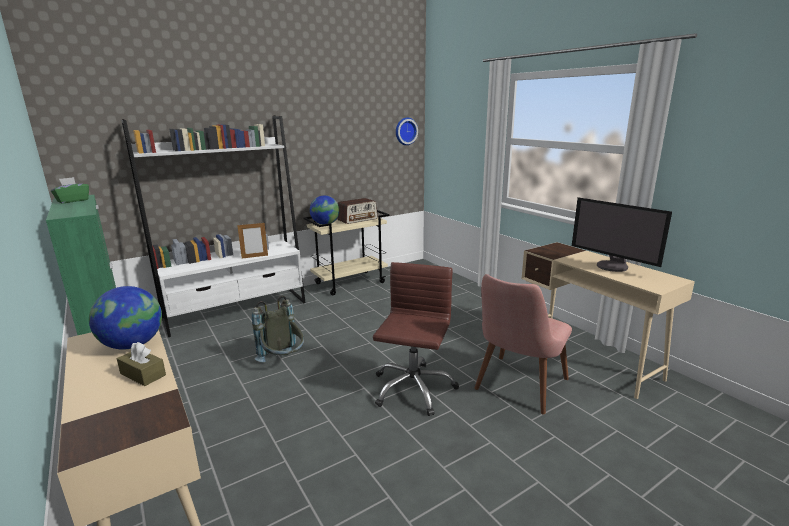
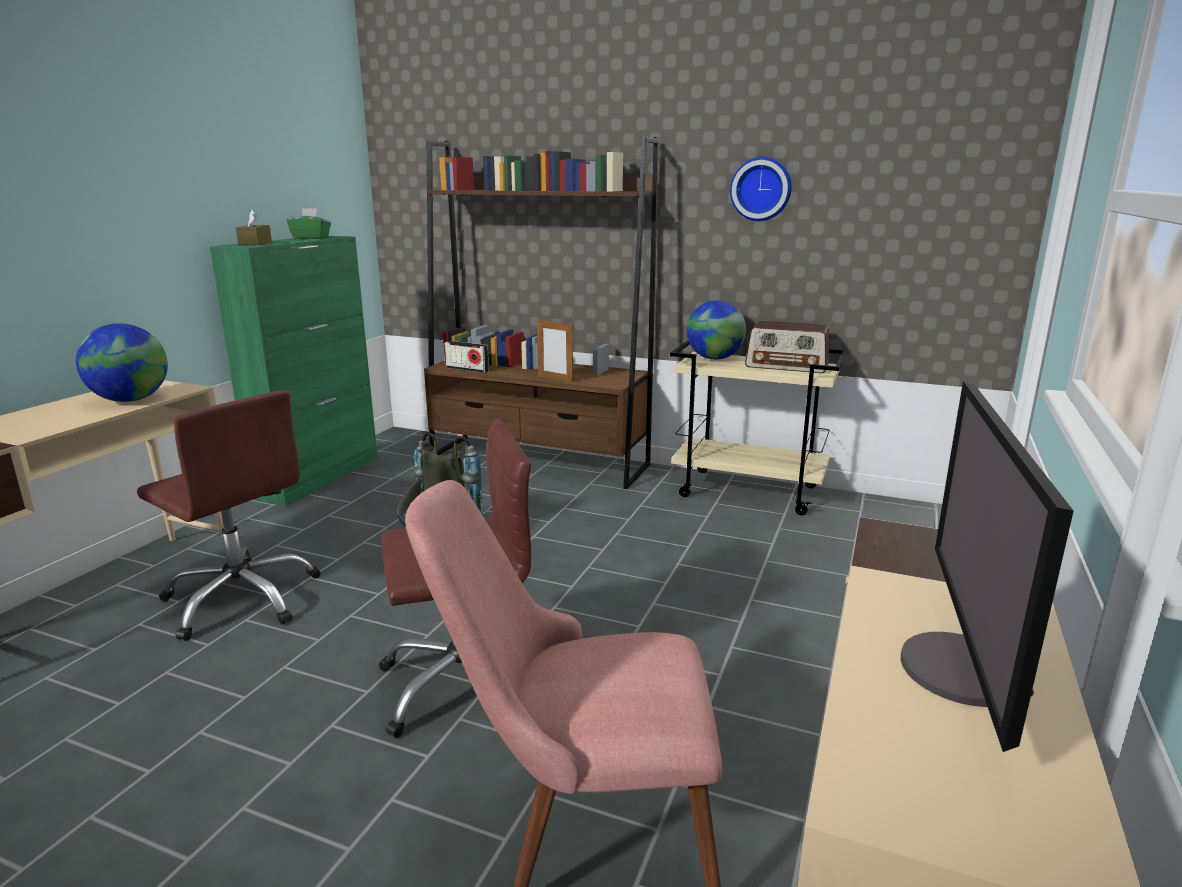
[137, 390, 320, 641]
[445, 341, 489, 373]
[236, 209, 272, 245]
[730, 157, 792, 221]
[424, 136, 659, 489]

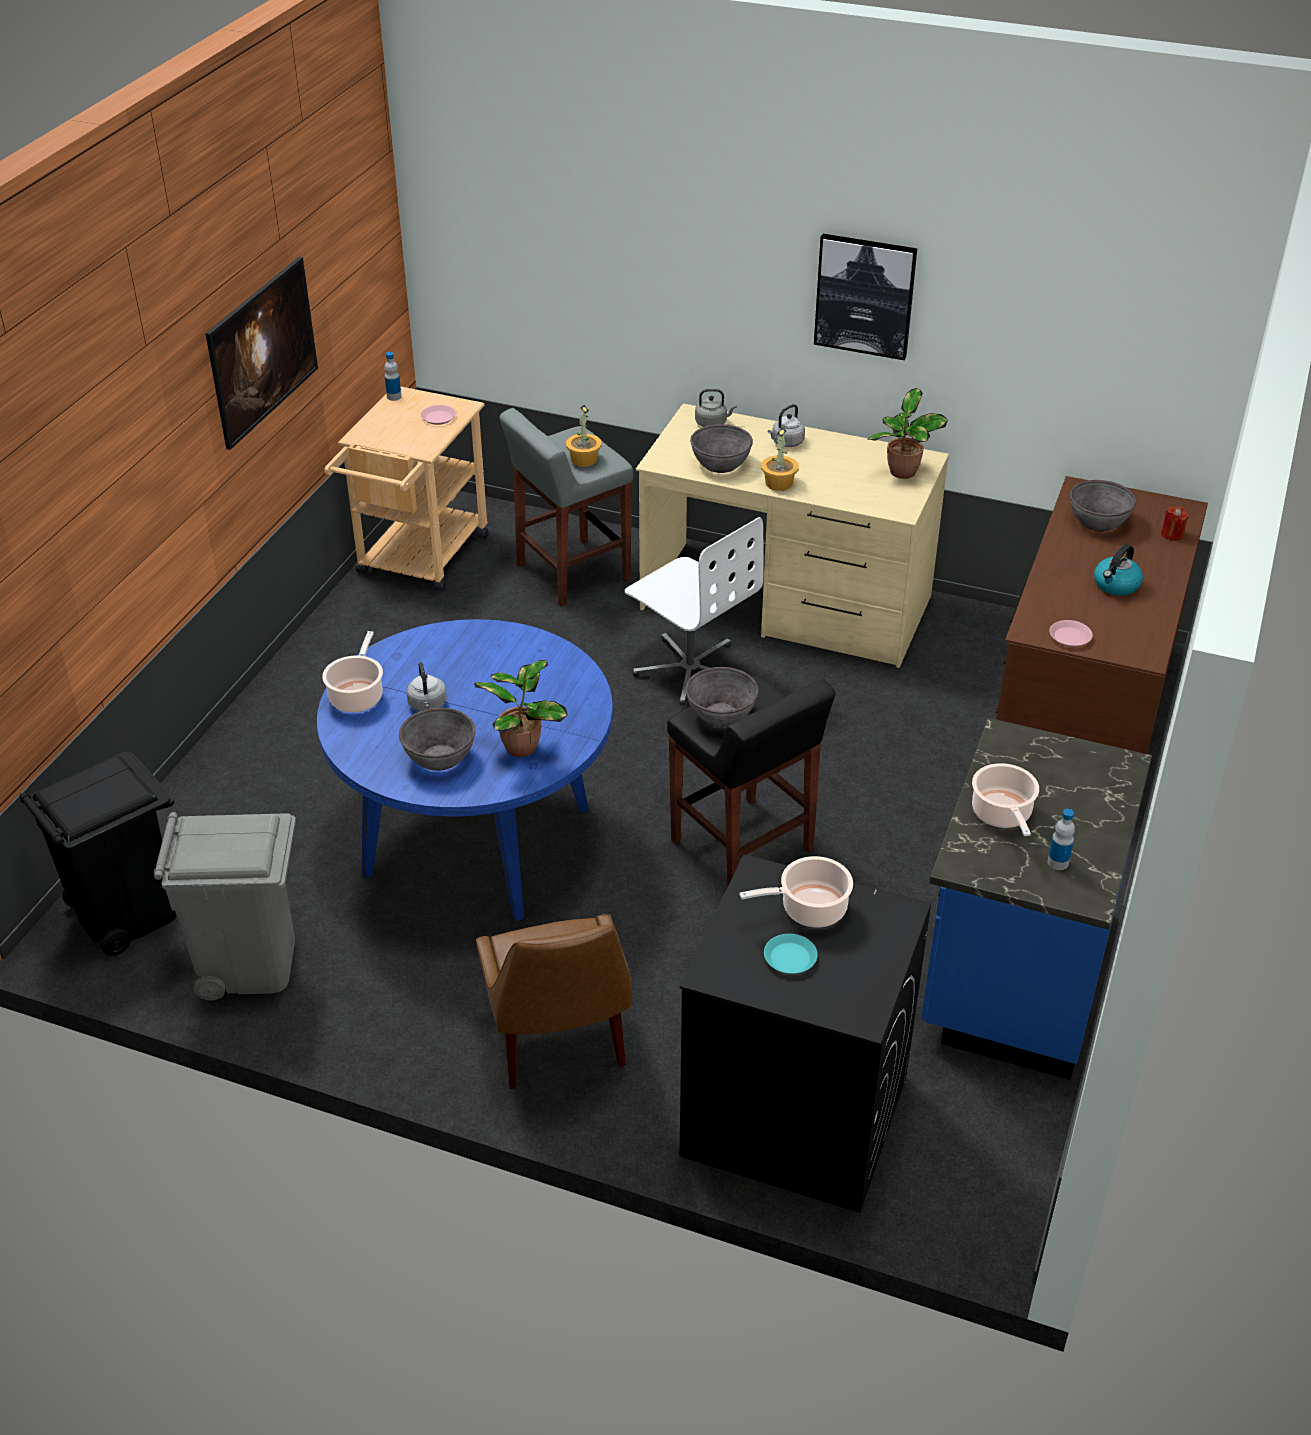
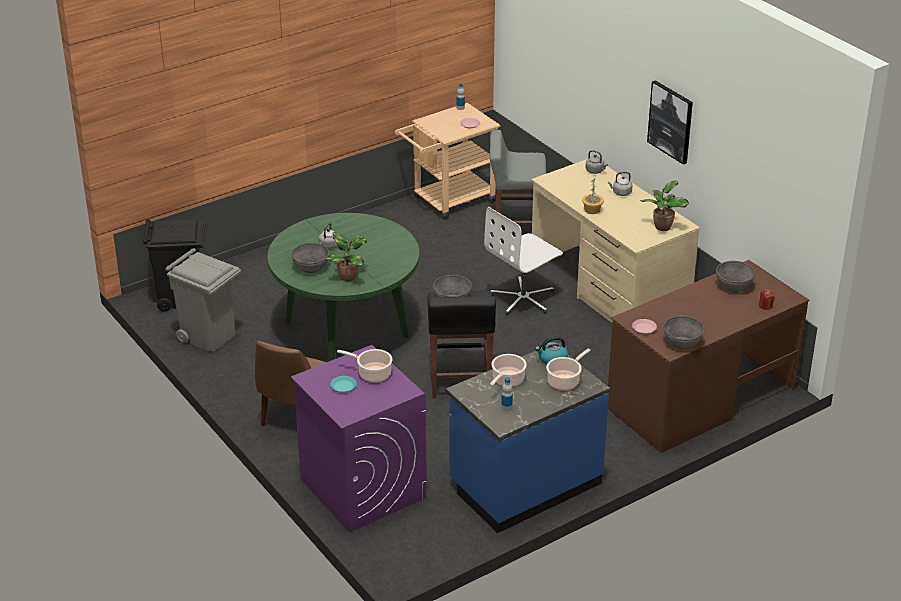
[205, 257, 318, 450] (first image)
[566, 405, 602, 467] (first image)
[546, 349, 591, 390]
[663, 316, 705, 349]
[535, 336, 568, 365]
[267, 213, 419, 361]
[291, 345, 427, 533]
[484, 207, 563, 315]

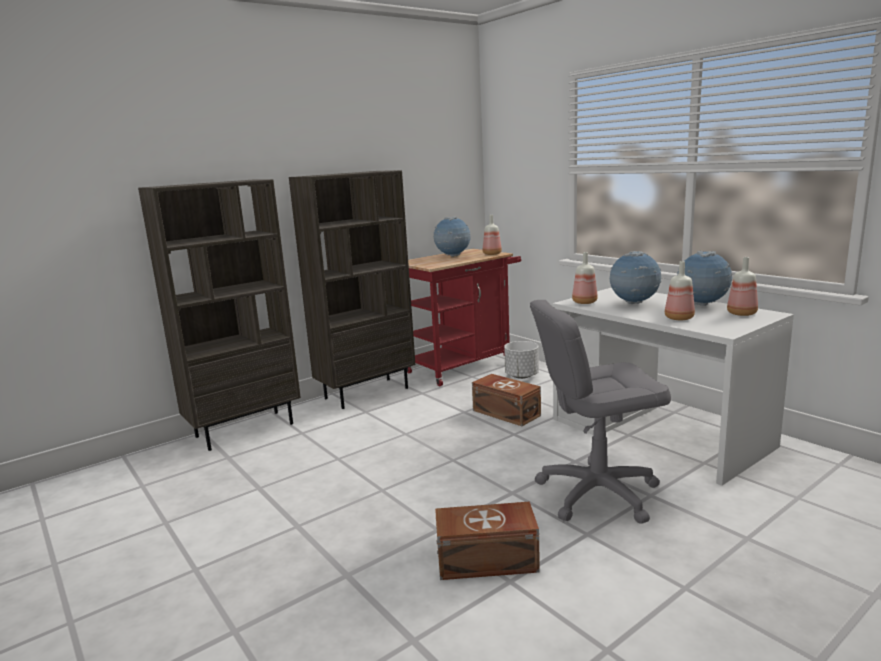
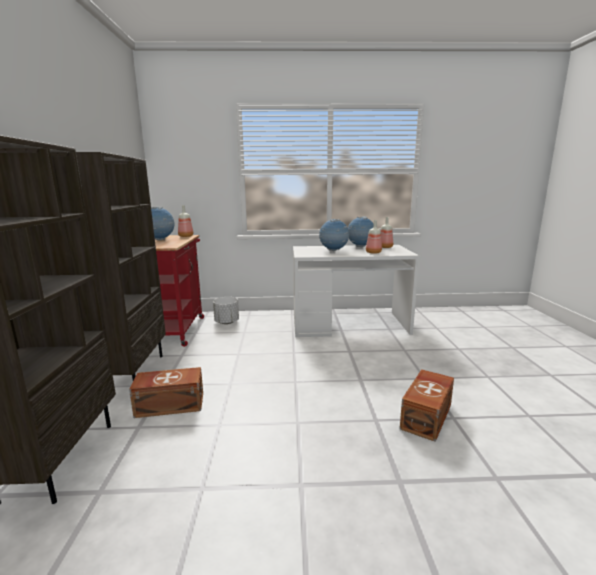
[530, 300, 671, 524] (first image)
[572, 252, 598, 304] (first image)
[129, 367, 203, 418]

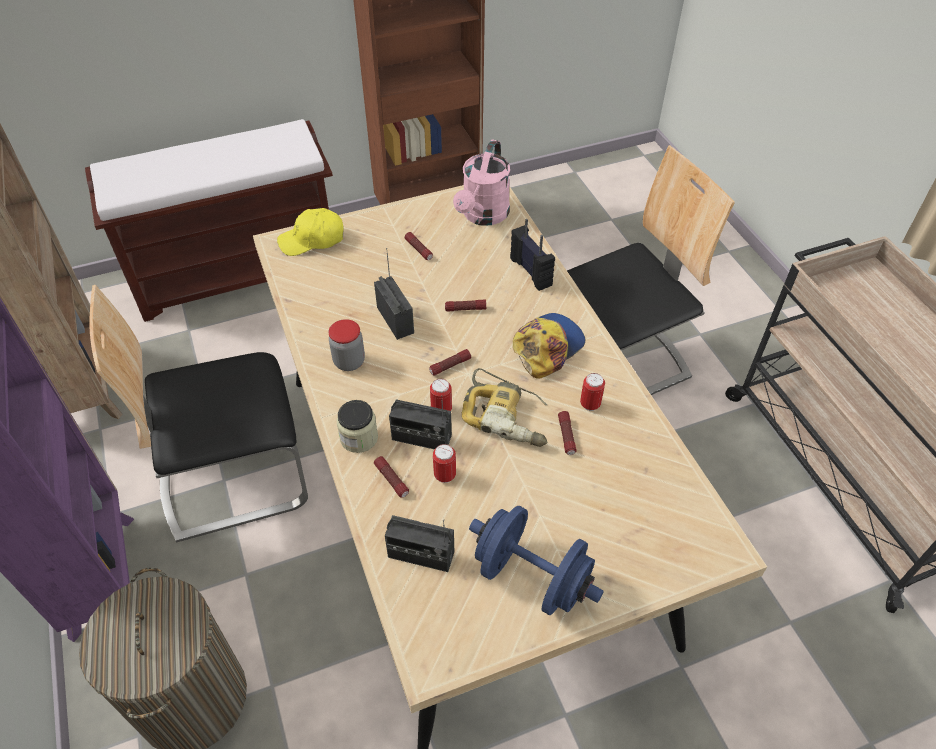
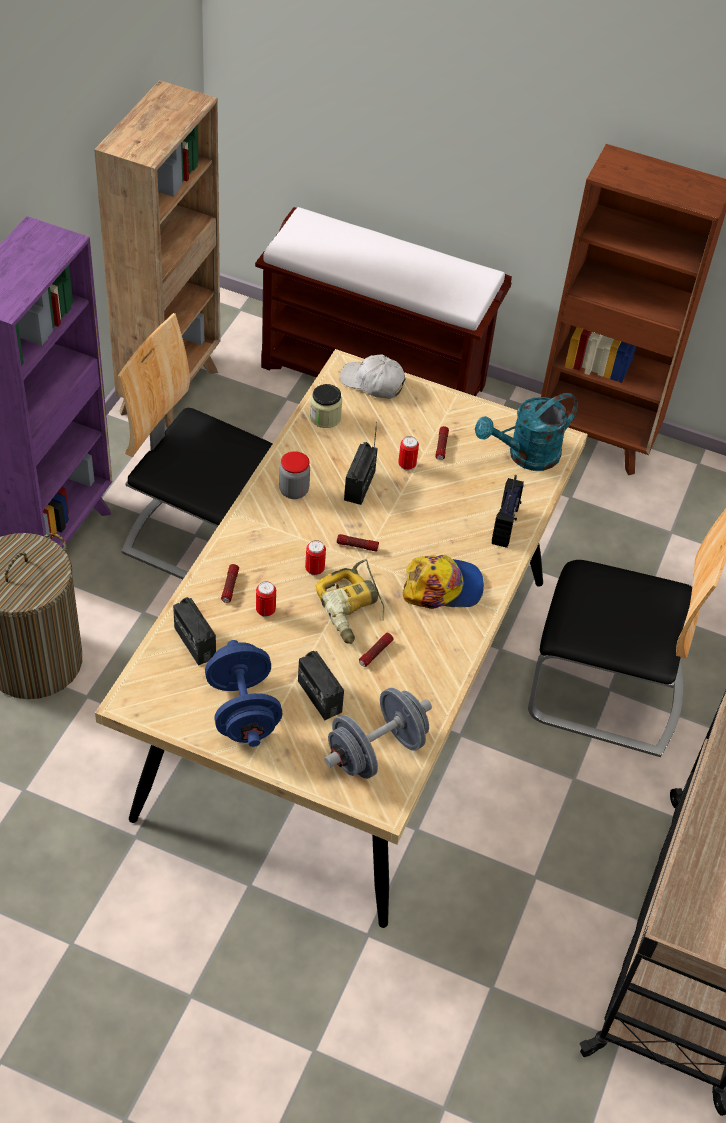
[445, 299, 486, 312] (first image)
[324, 687, 432, 779]
[310, 384, 342, 428]
[298, 651, 344, 720]
[398, 436, 419, 471]
[340, 355, 406, 398]
[475, 393, 578, 471]

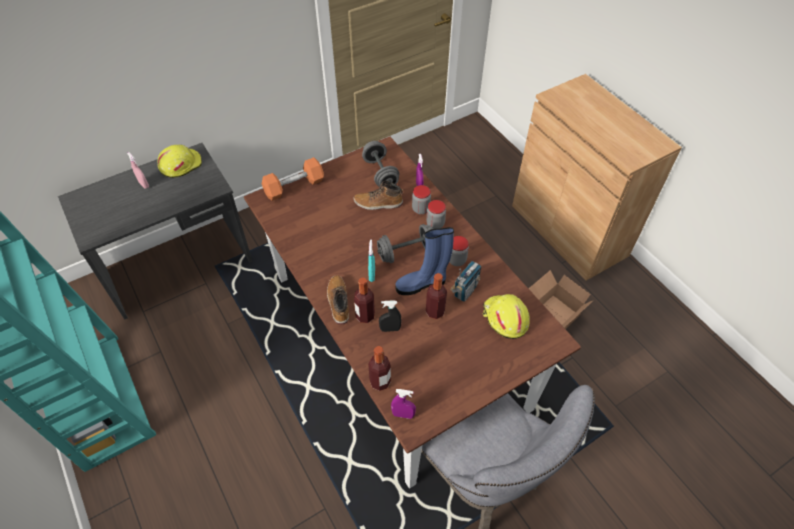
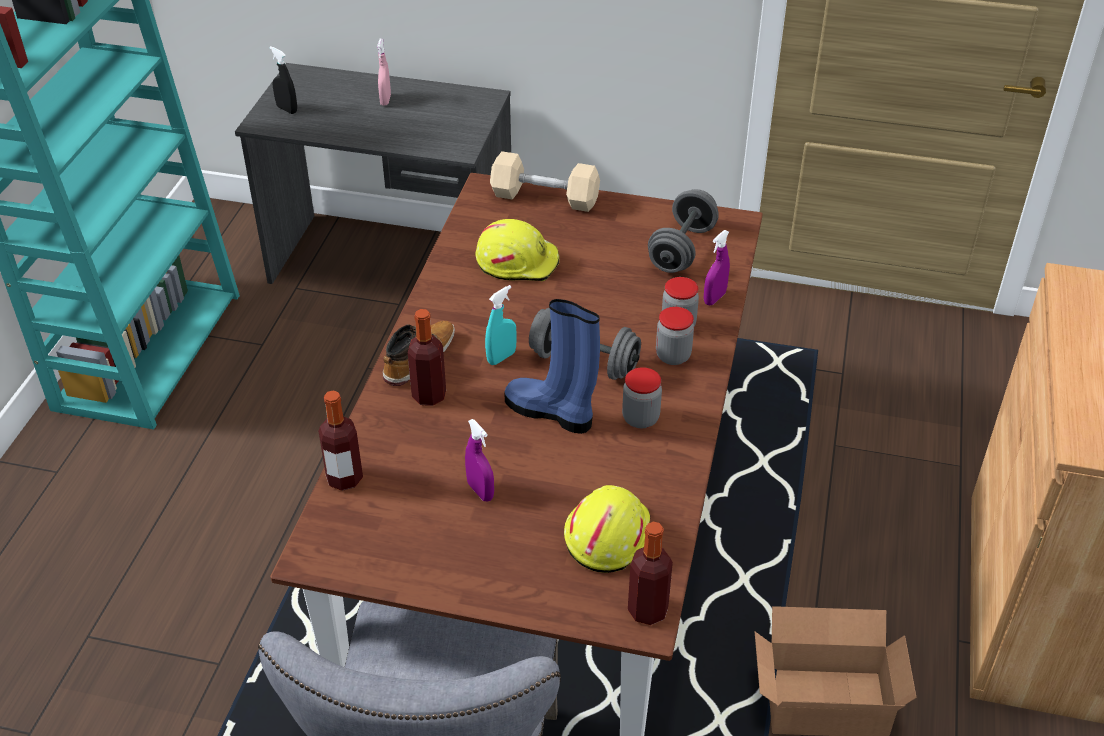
[354, 181, 403, 210] (first image)
[450, 261, 482, 302] (first image)
[476, 219, 560, 281]
[270, 46, 297, 114]
[465, 419, 494, 501]
[628, 522, 673, 625]
[490, 151, 600, 212]

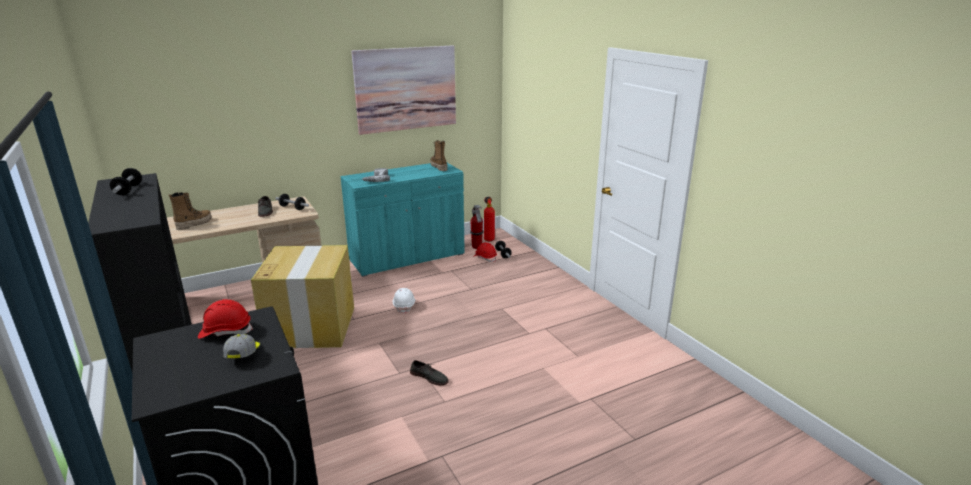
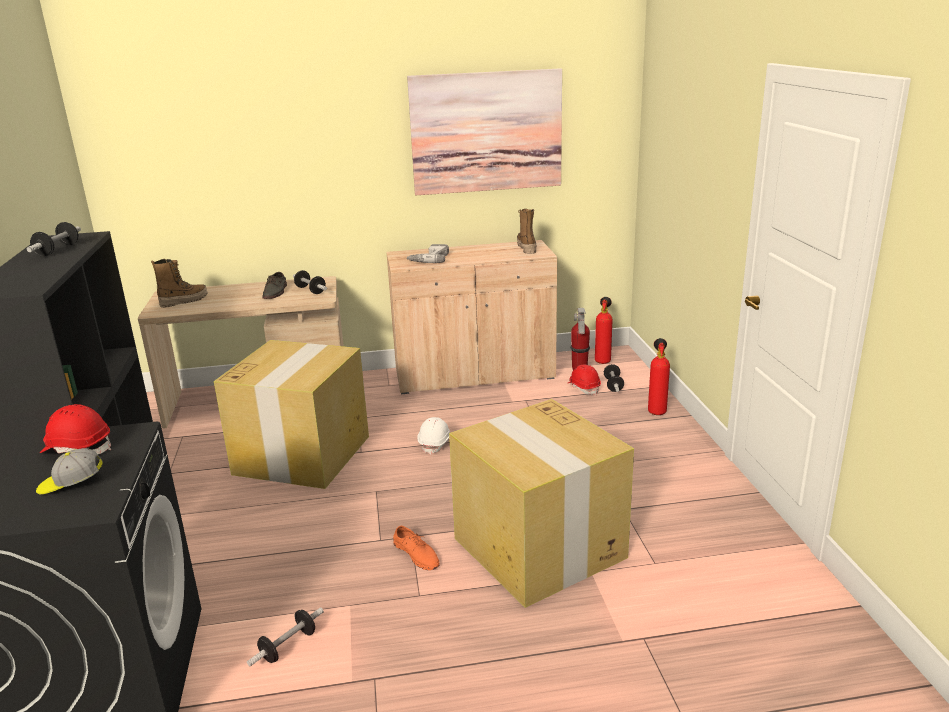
[247, 607, 324, 666]
[449, 399, 634, 608]
[648, 338, 670, 415]
[386, 240, 557, 394]
[393, 526, 440, 570]
[36, 448, 103, 494]

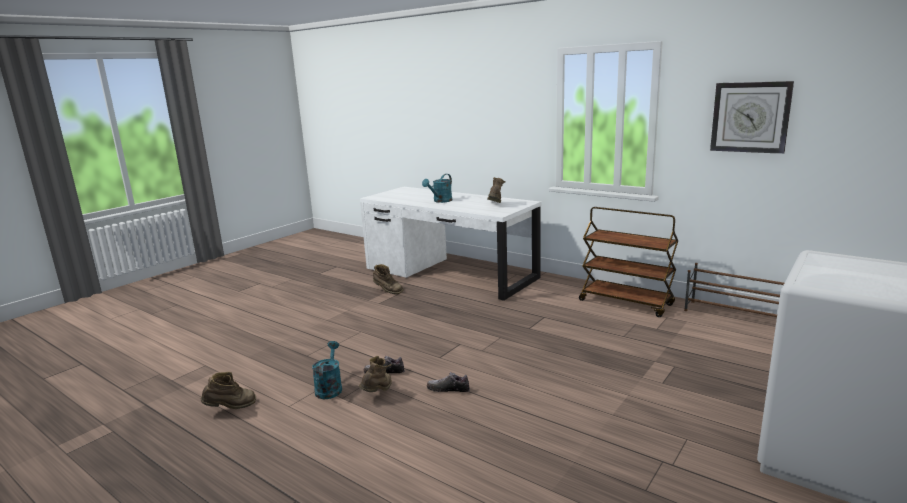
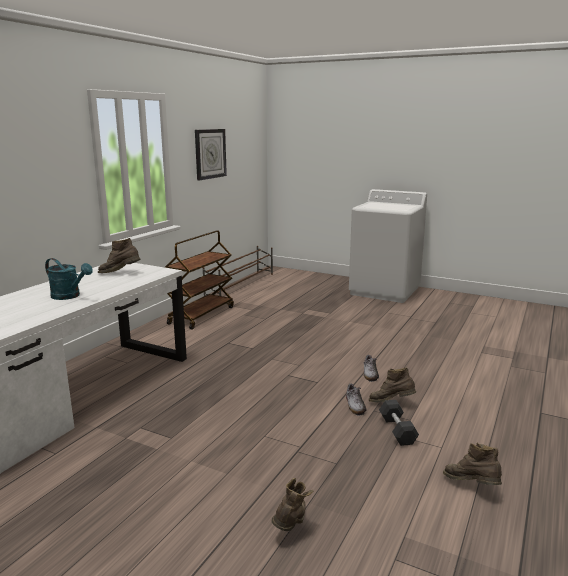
[271, 478, 313, 531]
[379, 400, 419, 446]

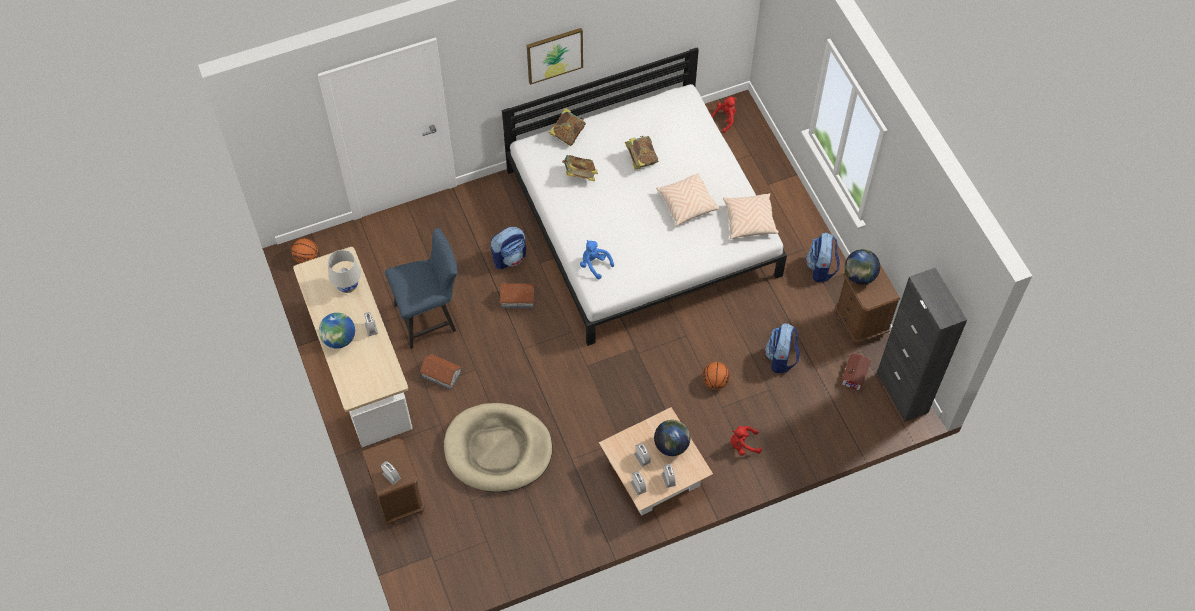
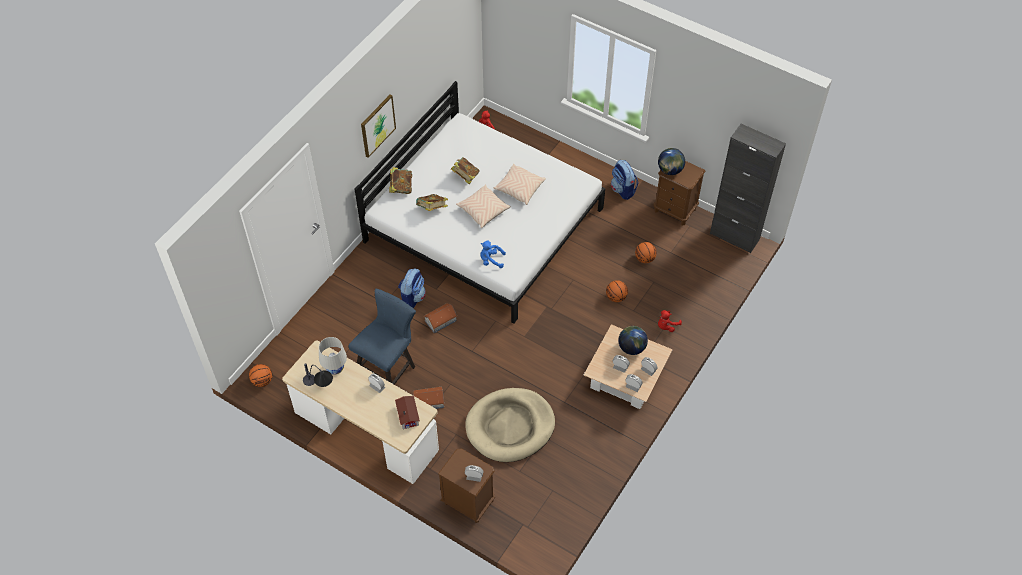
[319, 313, 355, 349] (first image)
[303, 363, 333, 387]
[456, 185, 511, 228]
[395, 396, 420, 429]
[635, 242, 657, 263]

